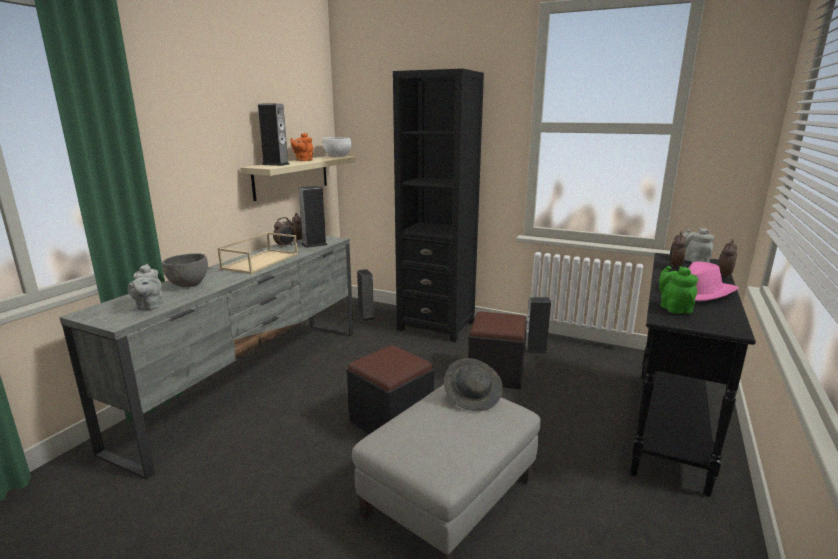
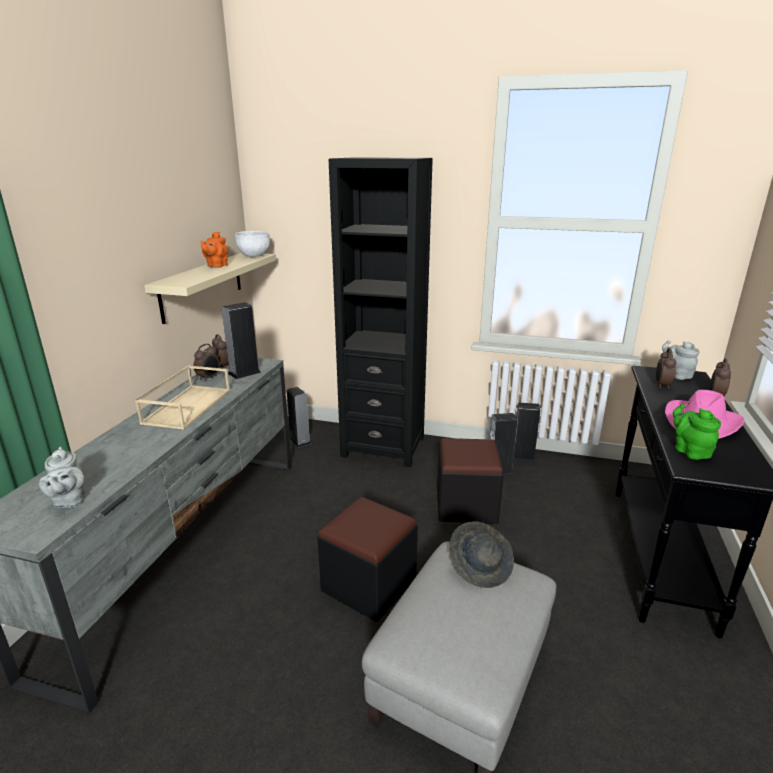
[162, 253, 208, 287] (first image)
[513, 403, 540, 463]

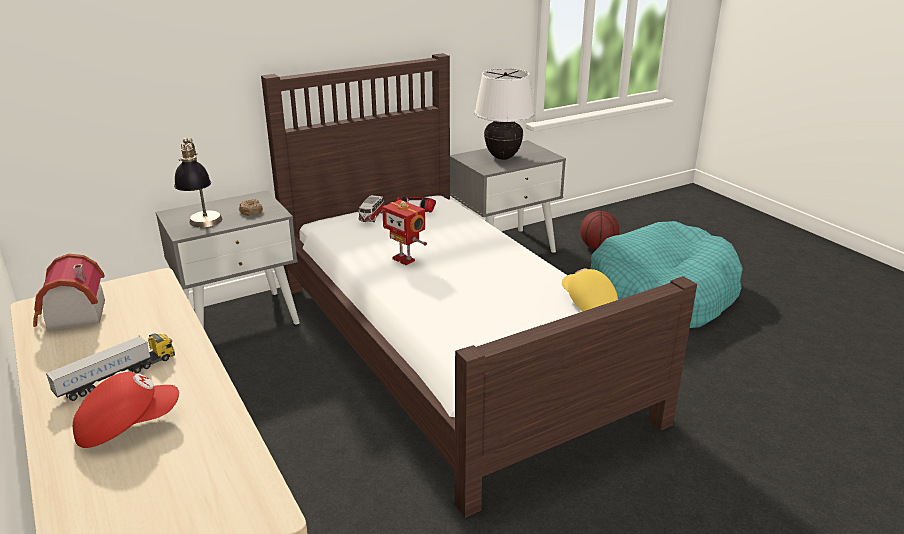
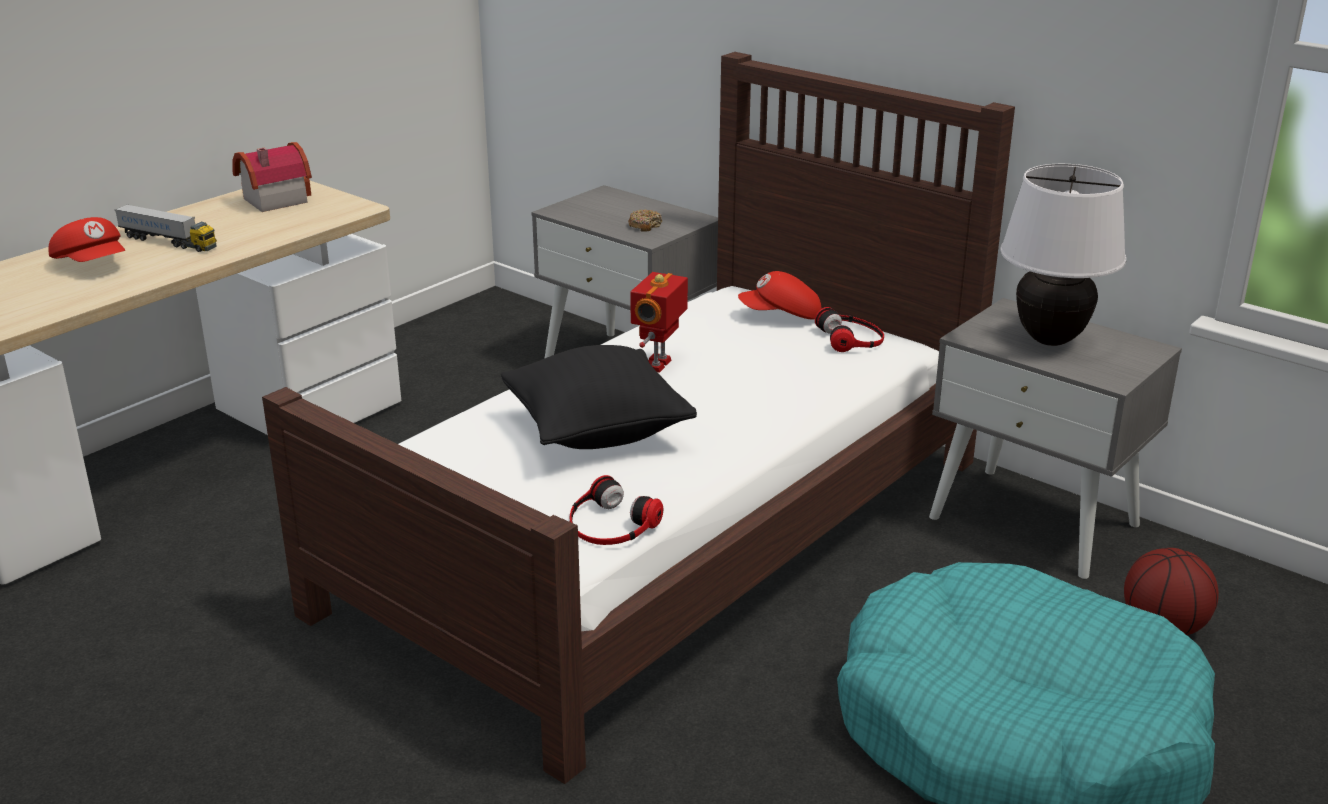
[174, 138, 222, 227] (first image)
[501, 345, 697, 449]
[738, 271, 822, 320]
[570, 475, 663, 545]

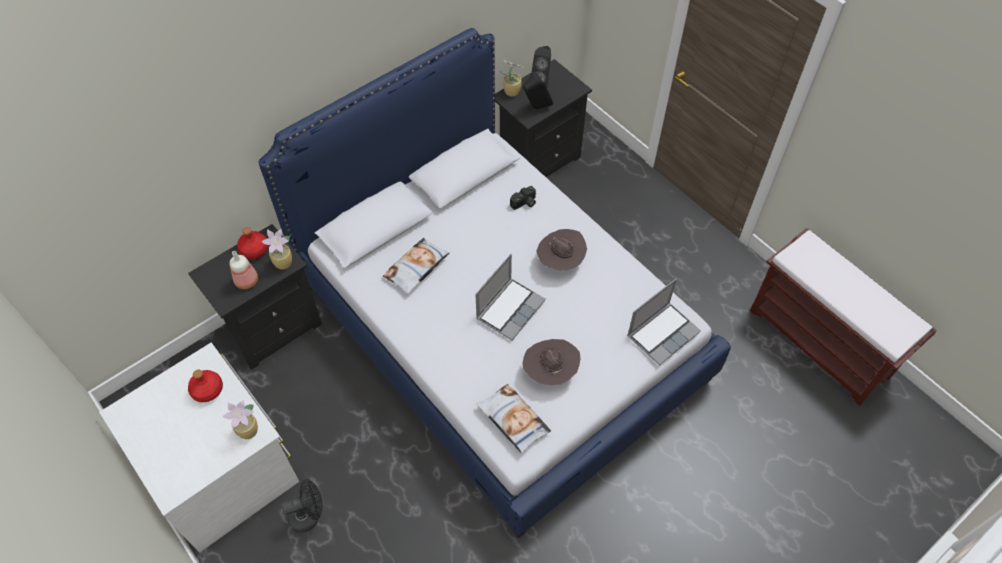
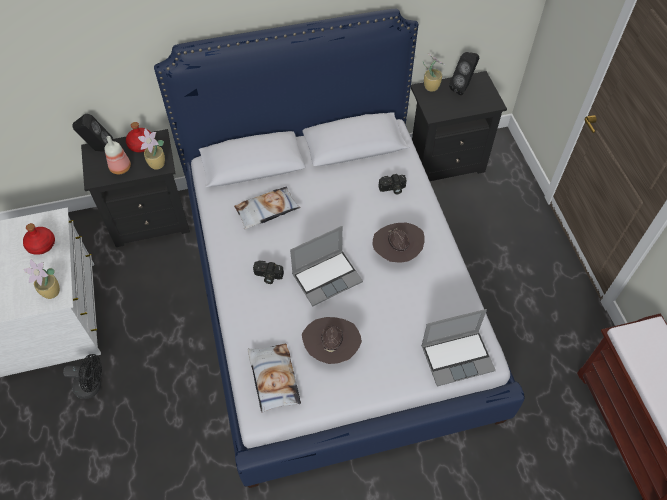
[253, 260, 284, 284]
[72, 114, 113, 152]

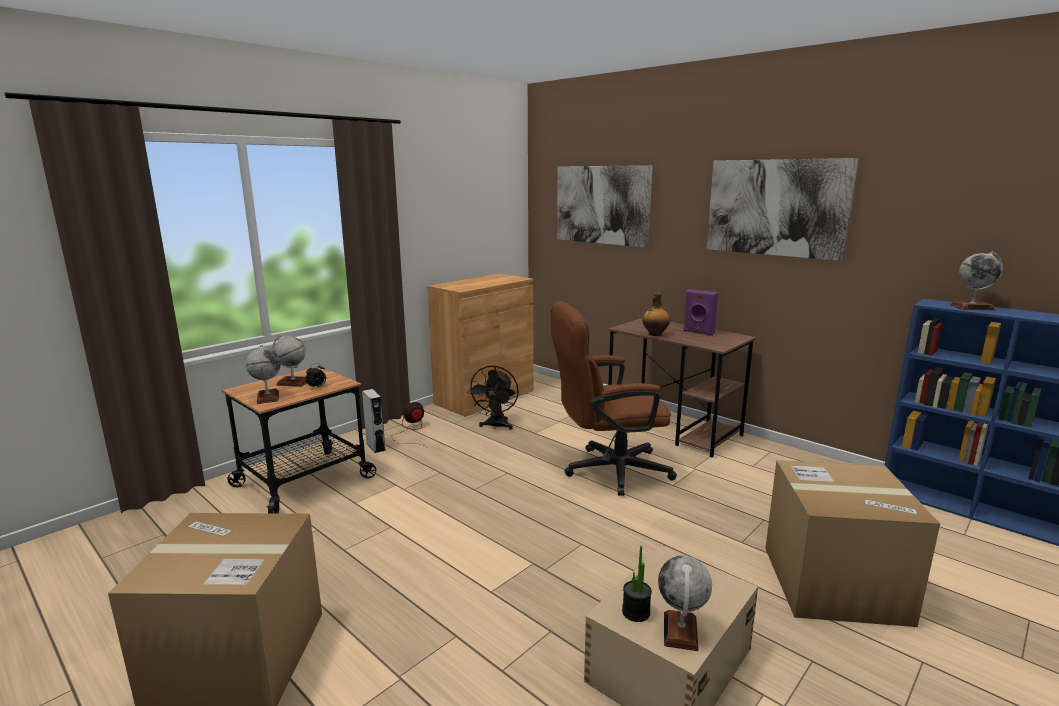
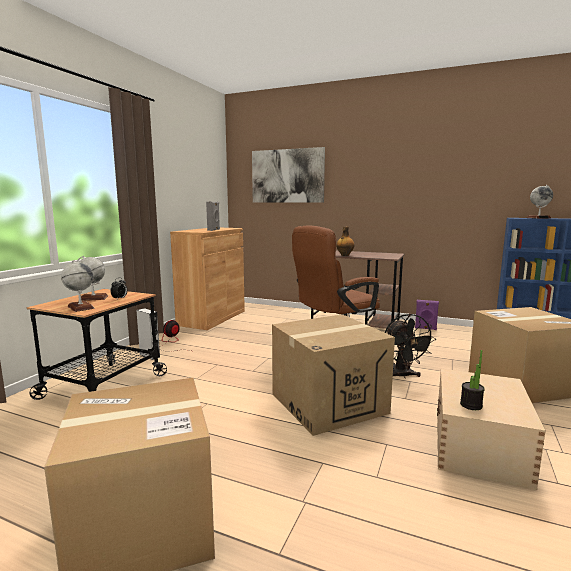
[658, 555, 712, 651] (first image)
[707, 158, 859, 261] (first image)
[206, 201, 220, 231]
[272, 314, 395, 436]
[385, 314, 436, 379]
[415, 300, 439, 330]

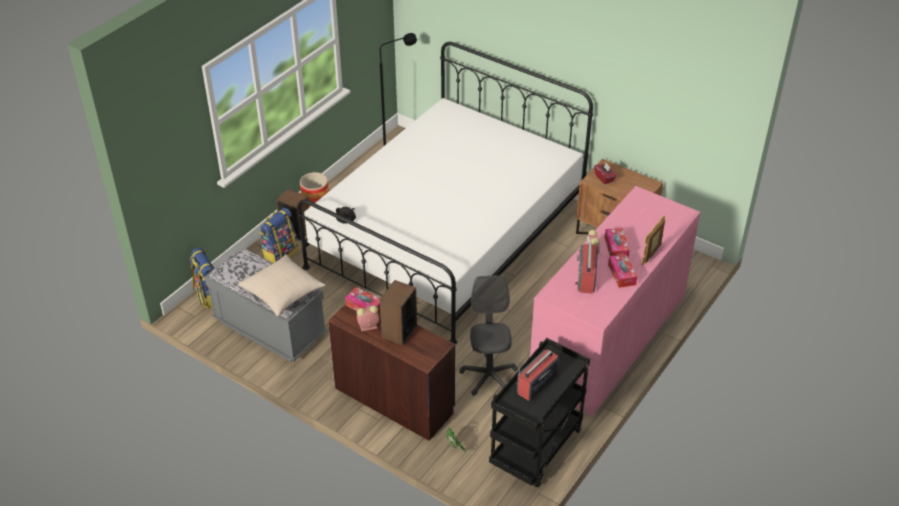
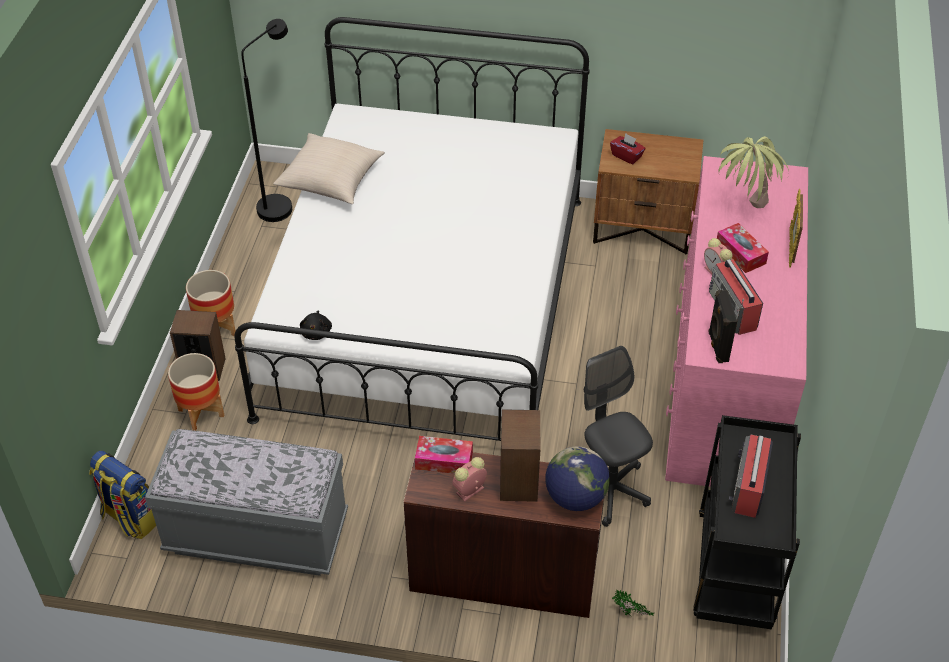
[608, 254, 637, 288] (first image)
[545, 446, 610, 511]
[708, 290, 737, 363]
[718, 136, 789, 208]
[273, 133, 385, 204]
[168, 353, 224, 431]

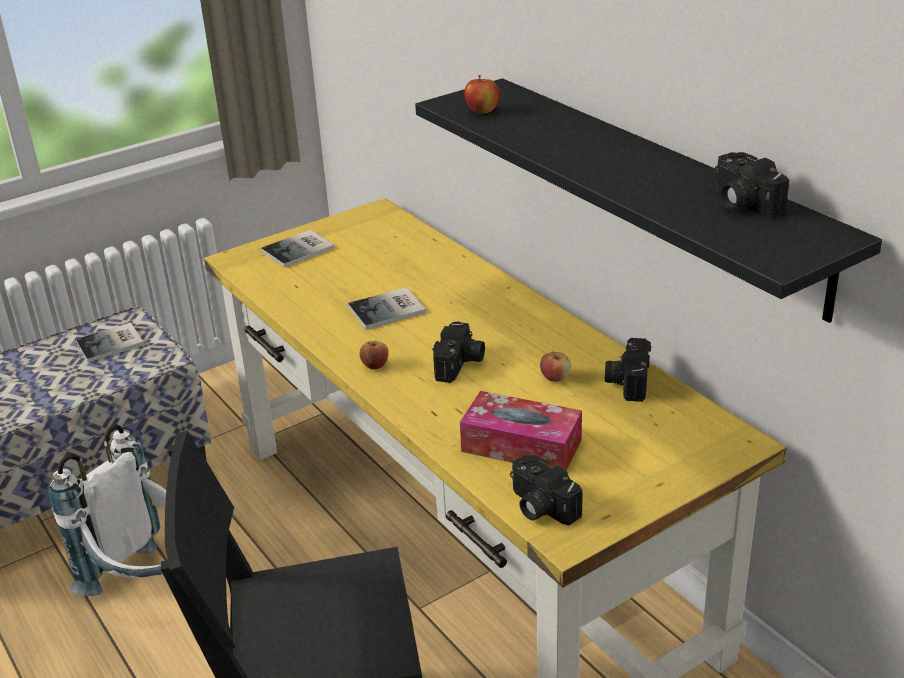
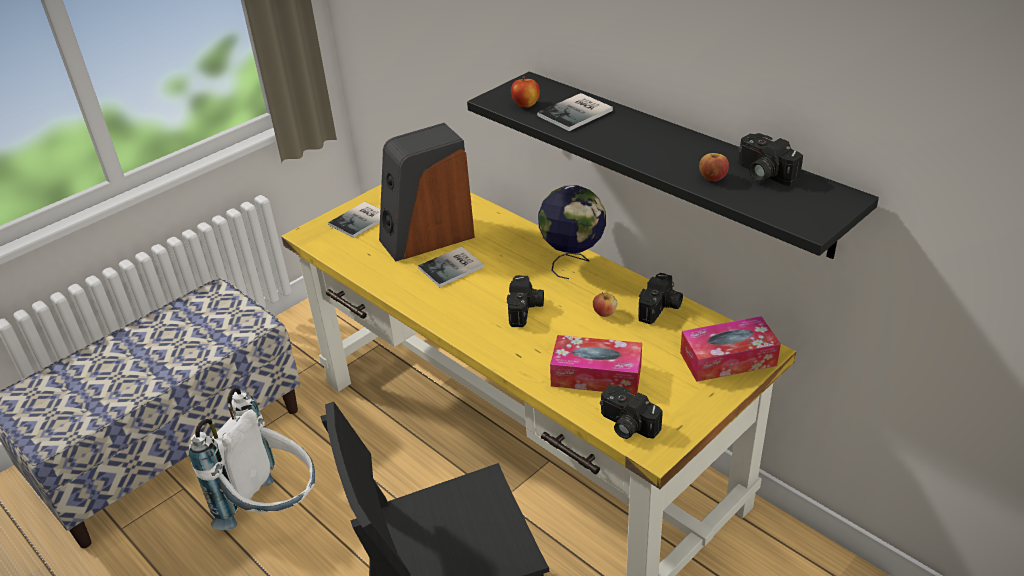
[379, 123, 475, 261]
[538, 185, 606, 279]
[680, 316, 781, 382]
[537, 93, 613, 131]
[699, 153, 729, 181]
[638, 273, 683, 324]

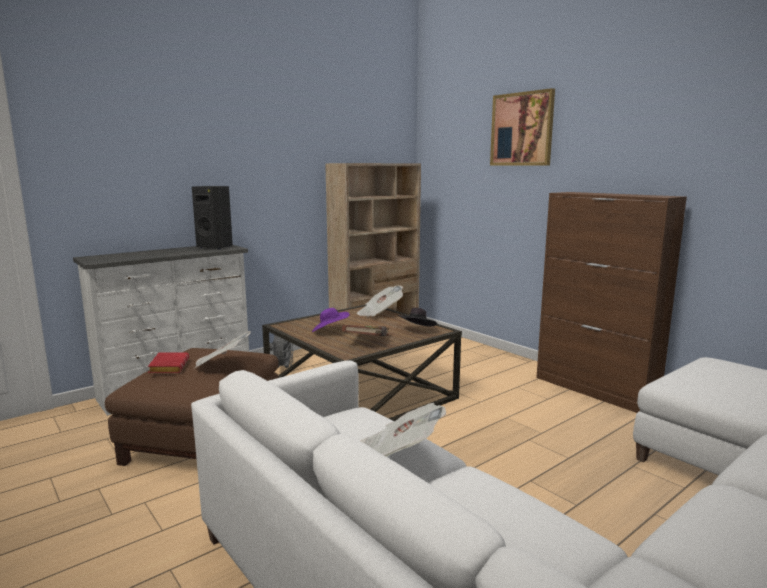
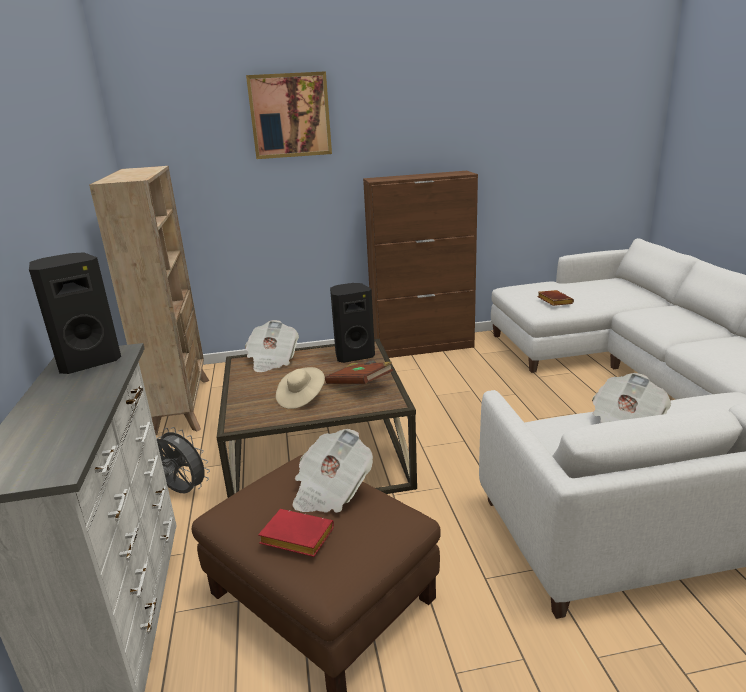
[537, 290, 574, 306]
[330, 283, 375, 363]
[276, 367, 325, 409]

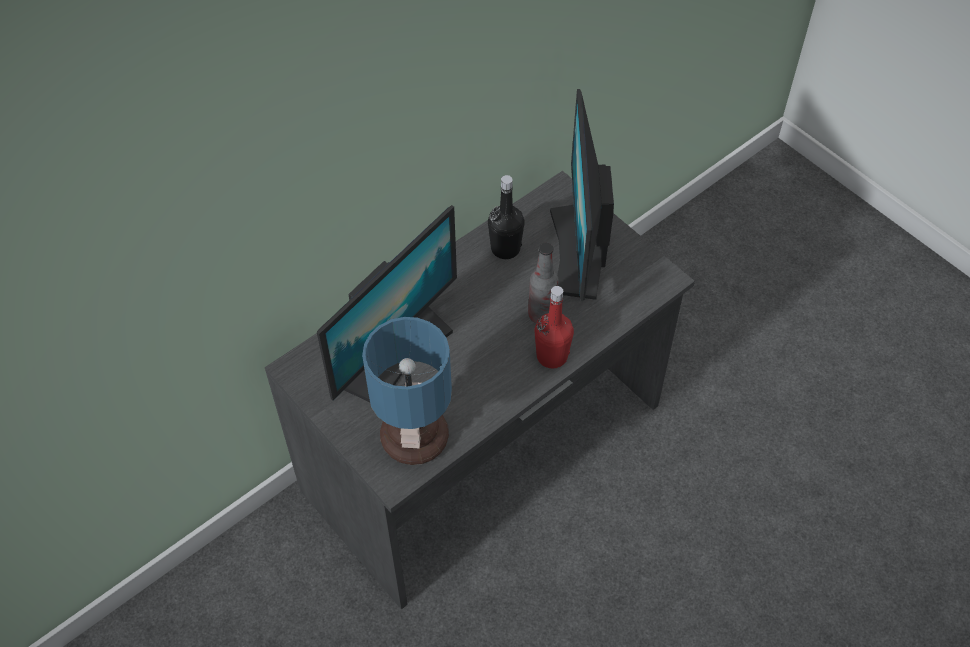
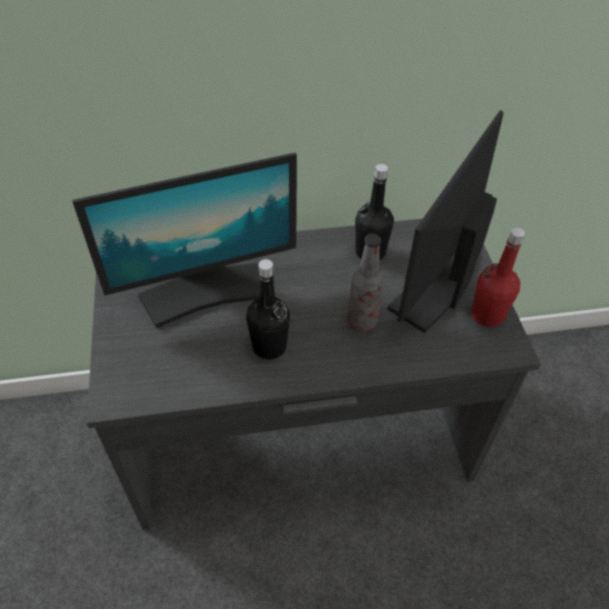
[362, 317, 452, 465] (first image)
[246, 259, 290, 360]
[472, 228, 525, 327]

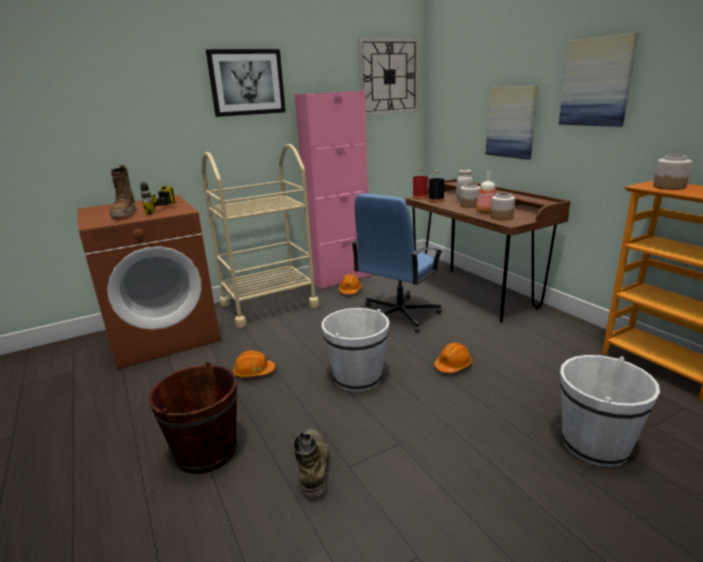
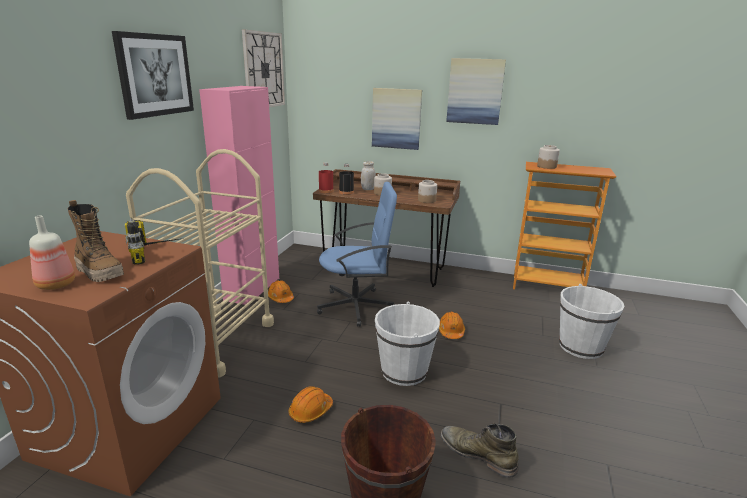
[29, 216, 75, 290]
[317, 182, 397, 327]

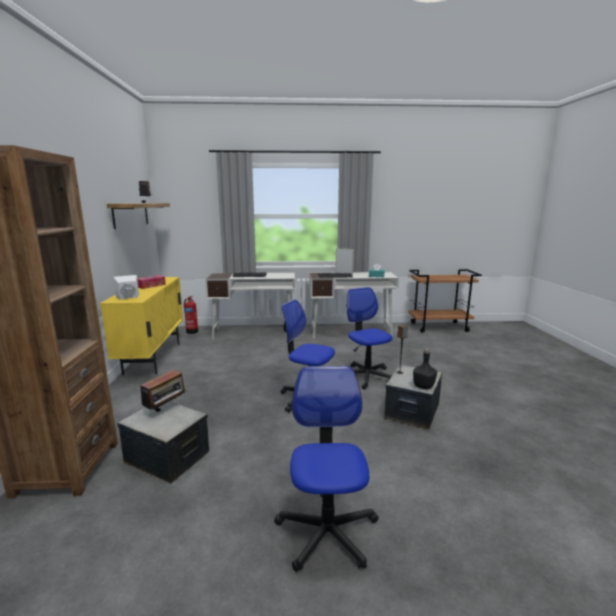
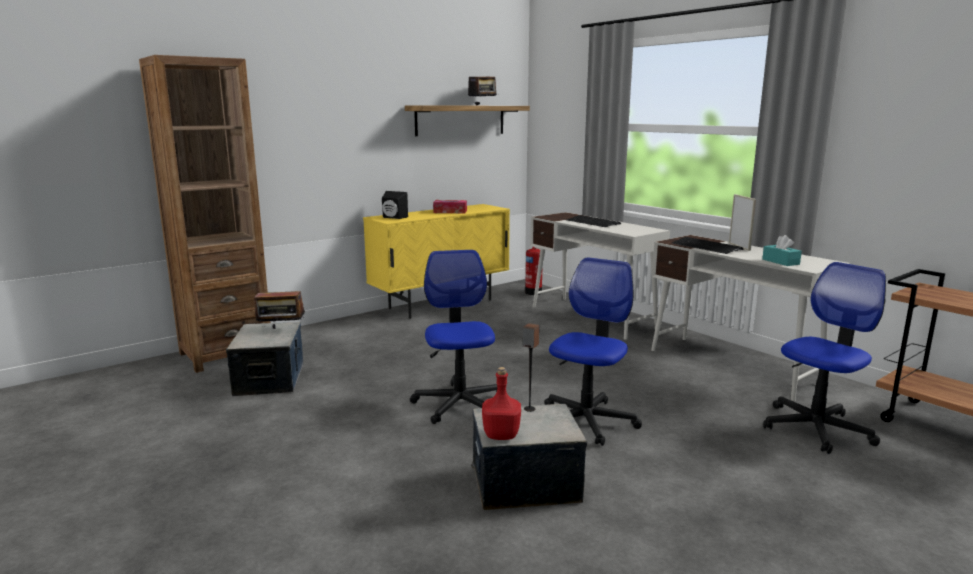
[763, 262, 886, 454]
[382, 191, 408, 219]
[482, 367, 521, 440]

